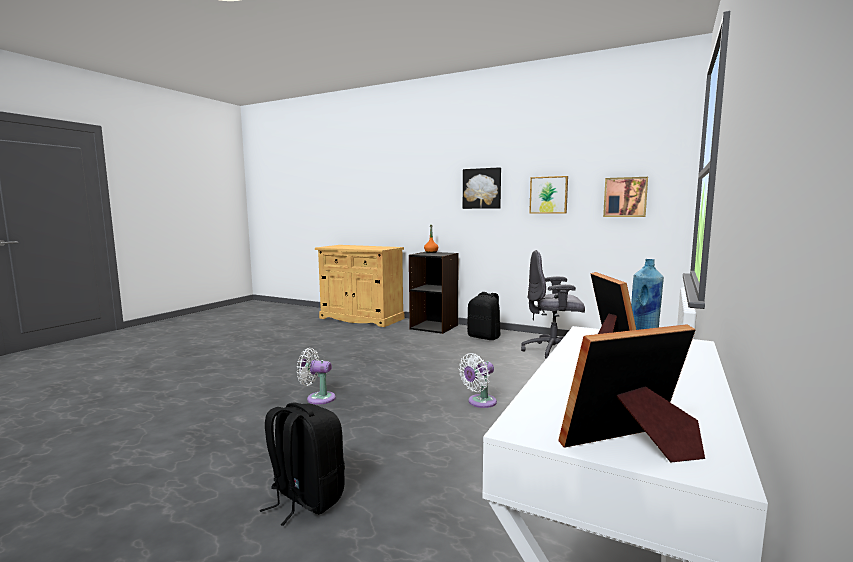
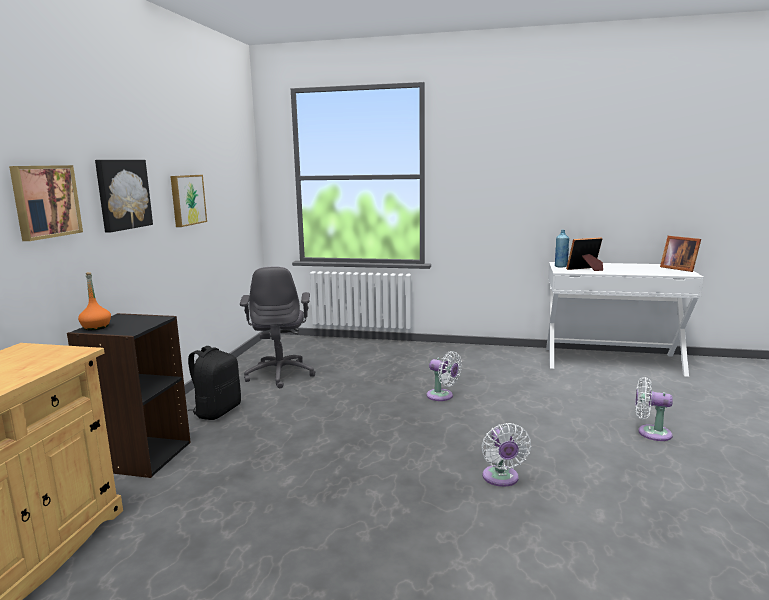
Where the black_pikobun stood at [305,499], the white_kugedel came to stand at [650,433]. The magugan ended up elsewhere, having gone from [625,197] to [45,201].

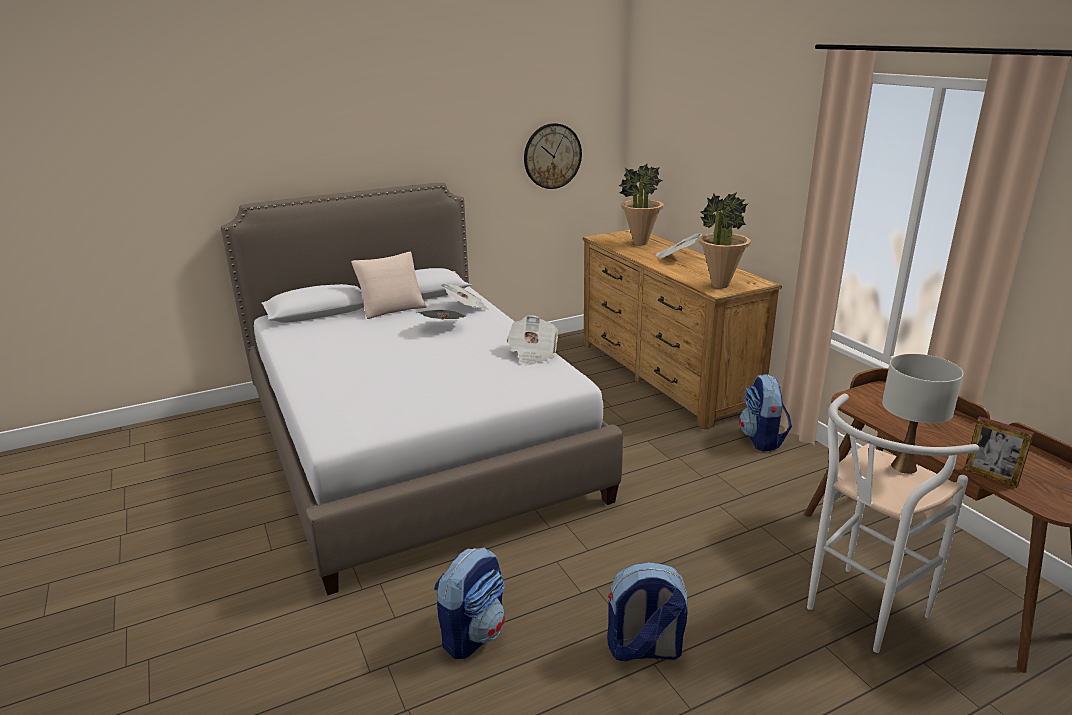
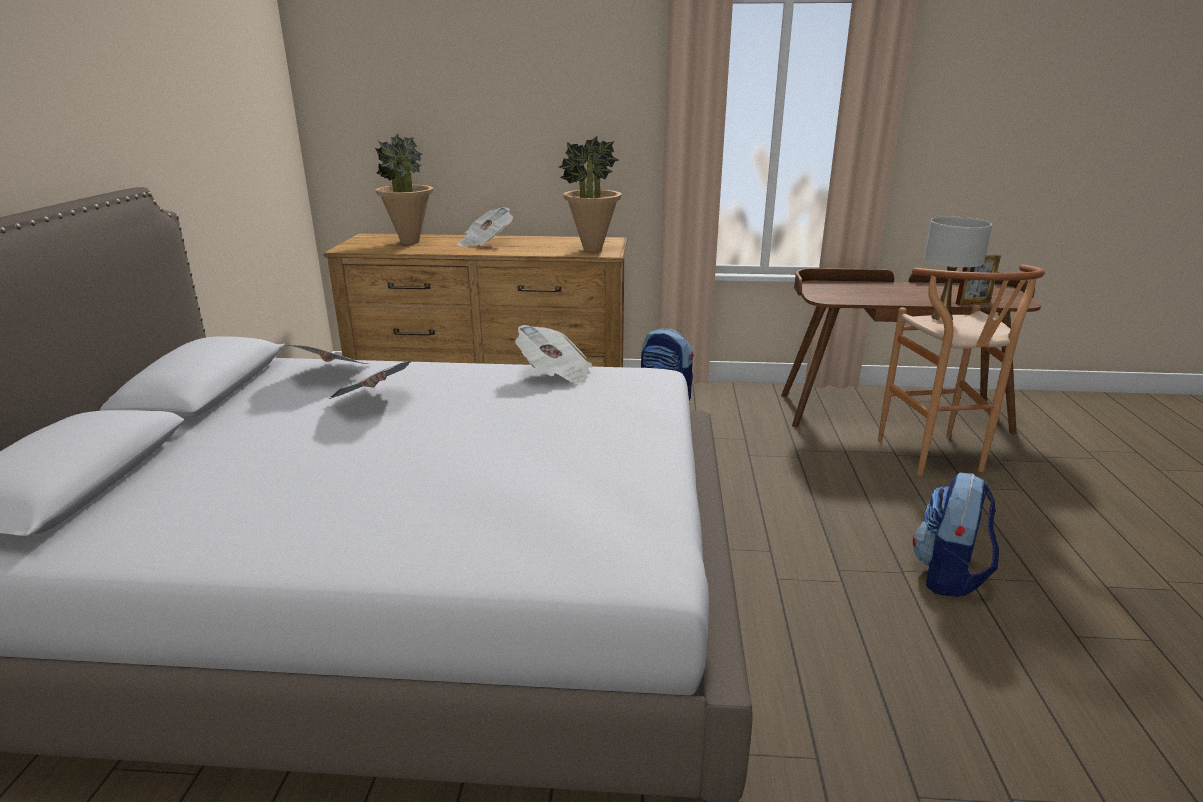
The second view lost the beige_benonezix at [392,308]. The second view lost the pikobun at [473,634]. The second view lost the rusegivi at [552,156]. What was the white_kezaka at [858,615] turned into the brown_kezaka at [936,460].

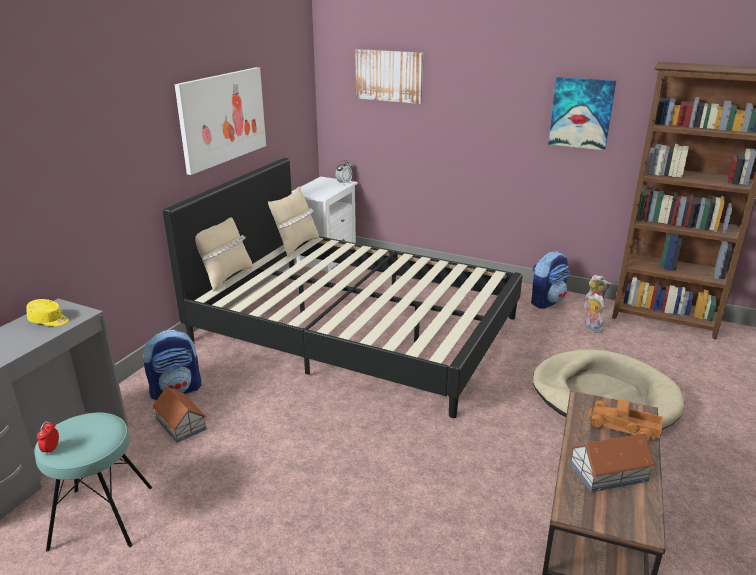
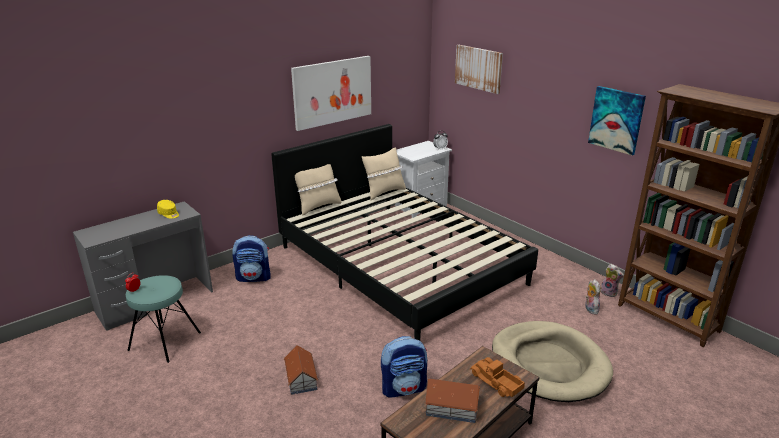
The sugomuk ended up elsewhere, having gone from [181,423] to [301,378]. The pikobun ended up elsewhere, having gone from [546,301] to [404,388].

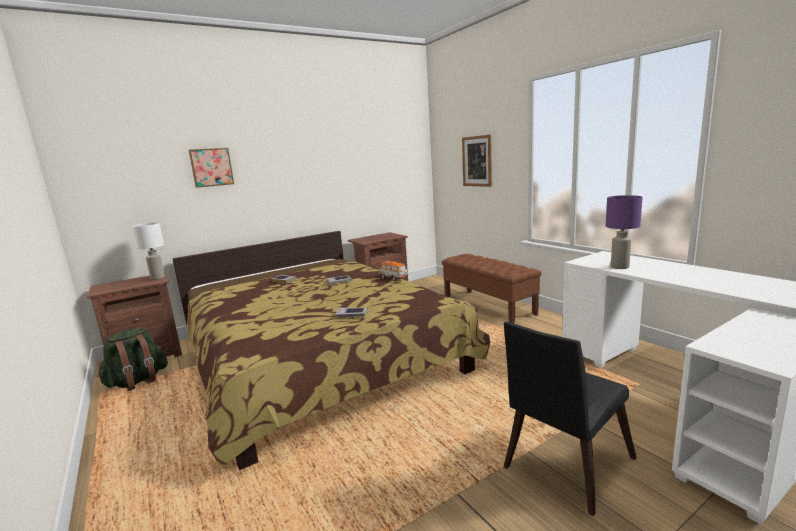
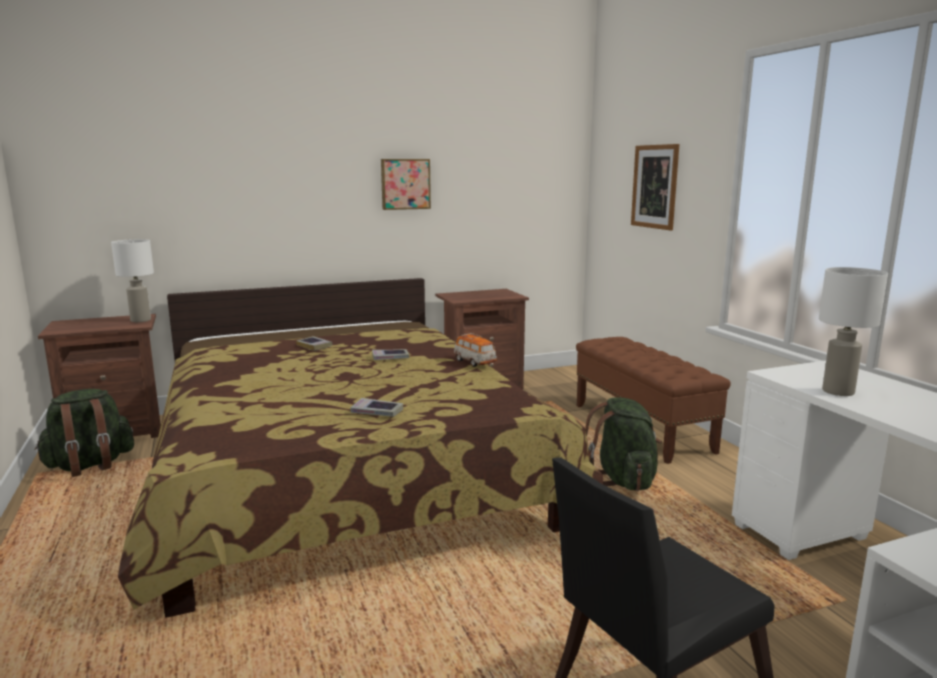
The magugan ended up elsewhere, having gone from [211,167] to [405,184]. What was the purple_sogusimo at [619,267] turned into the white_sogusimo at [838,391]. The second view gained the green_pikobun at [623,479].

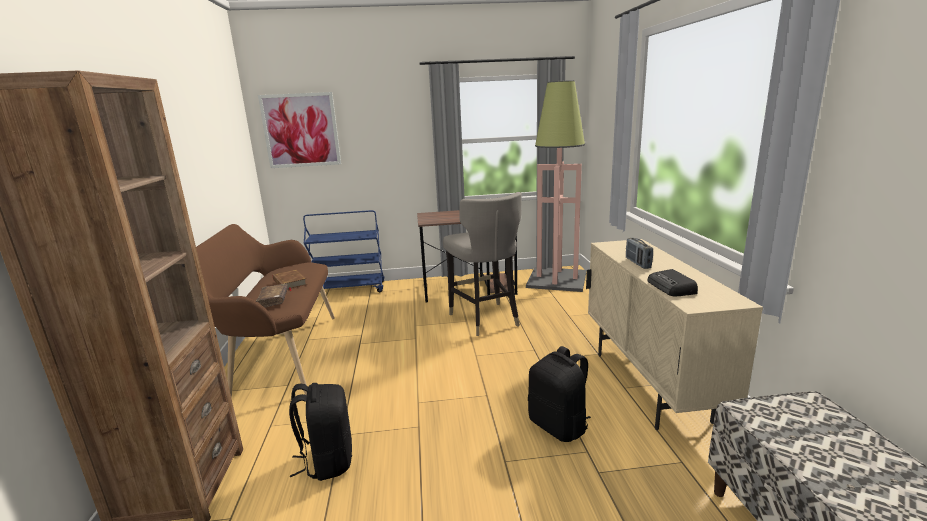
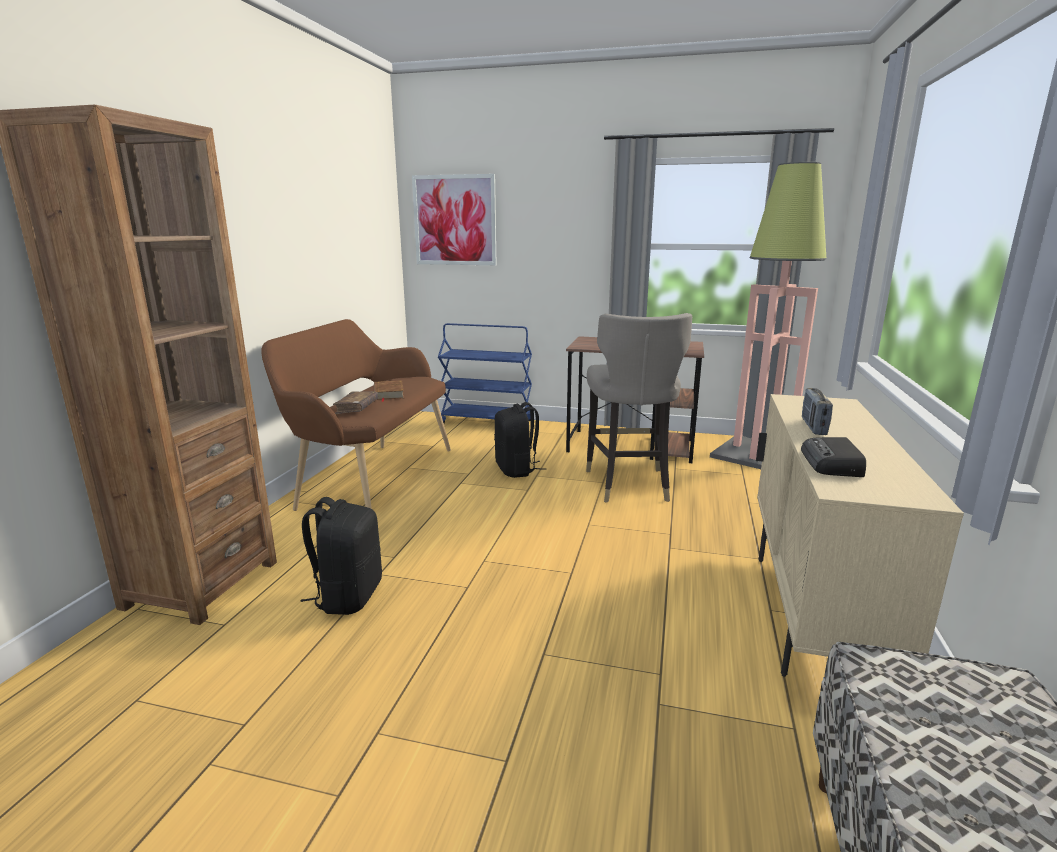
The black_pikobun ended up elsewhere, having gone from [559,426] to [517,470].

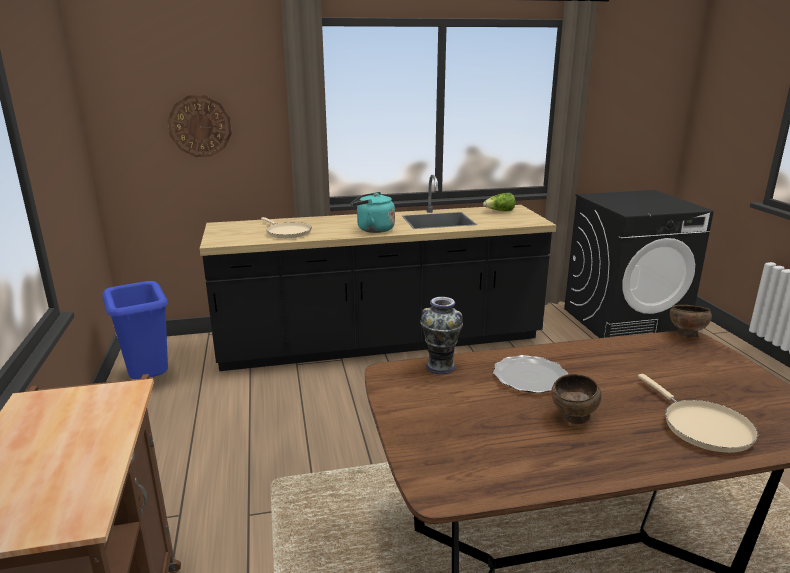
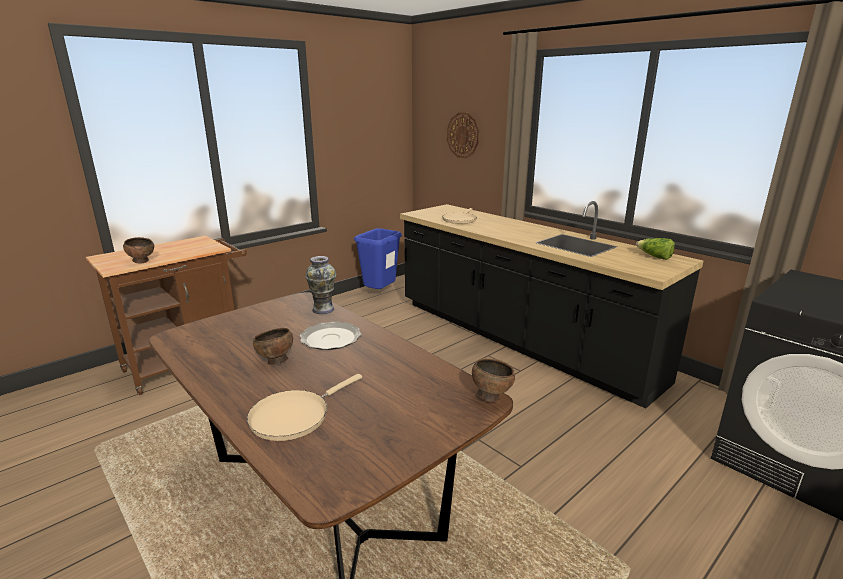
The second view lost the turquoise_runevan at [373,229]. The second view gained the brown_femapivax at [142,262].

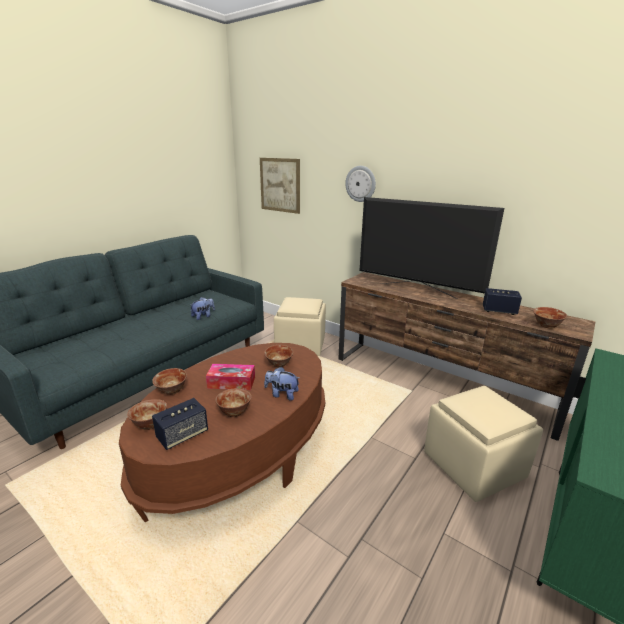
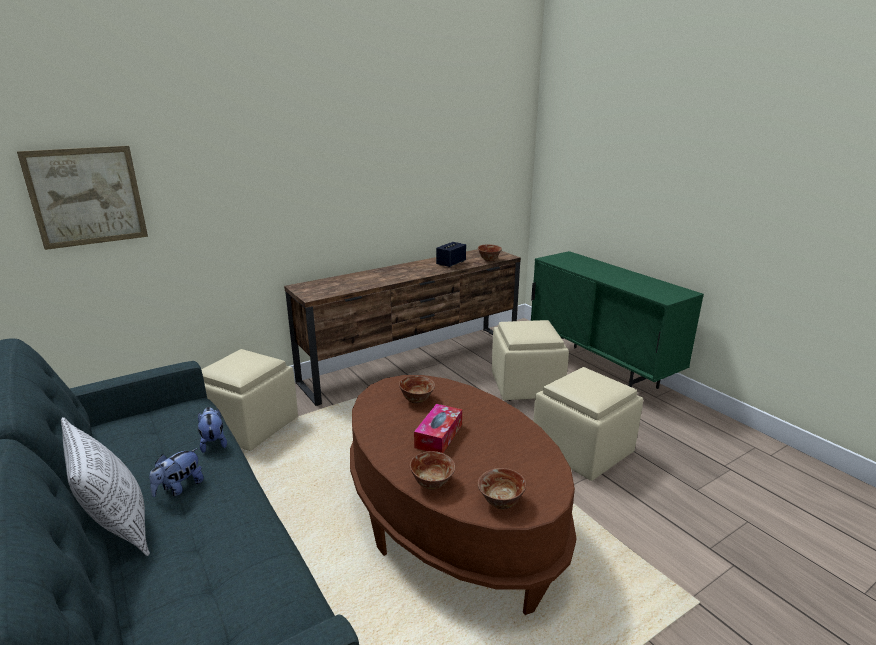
The second view lost the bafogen at [182,435]. The second view lost the femapivax at [234,412]. The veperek ended up elsewhere, having gone from [282,394] to [179,488]. The second view lost the rusegivi at [360,183]. The second view lost the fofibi at [417,290]. The second view gained the benonezix at [118,527]. The second view gained the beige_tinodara at [582,450].

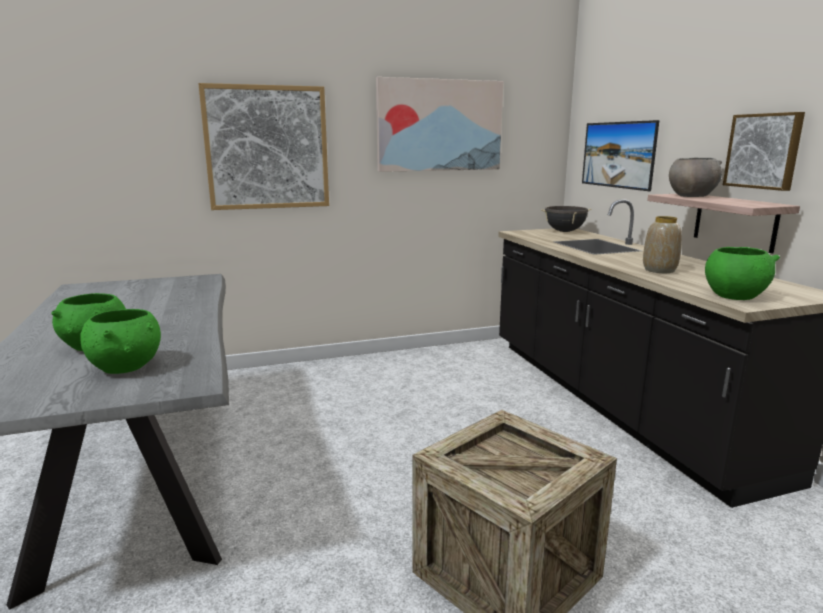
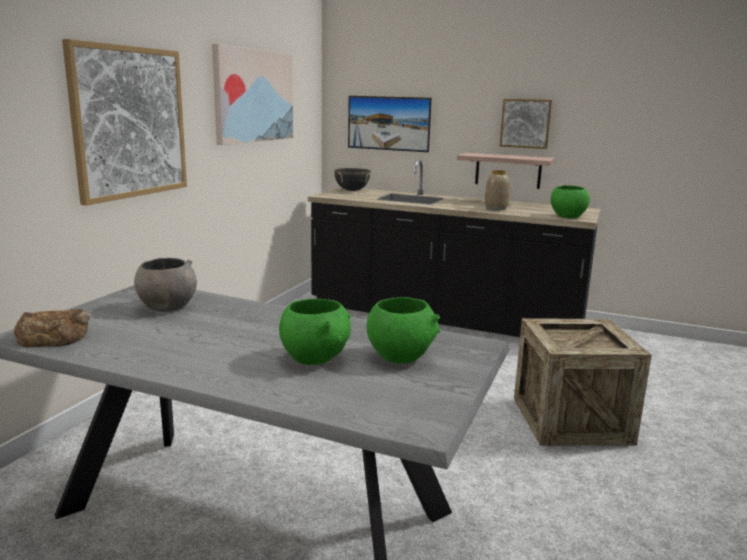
The grey_femapivax ended up elsewhere, having gone from [691,196] to [167,307]. The second view gained the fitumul at [53,336].

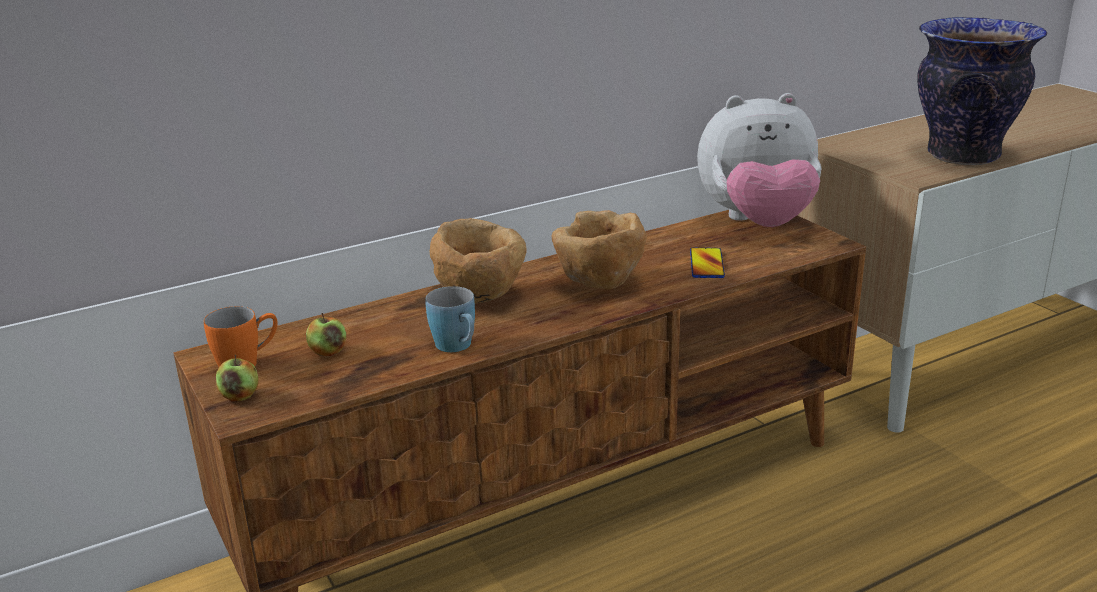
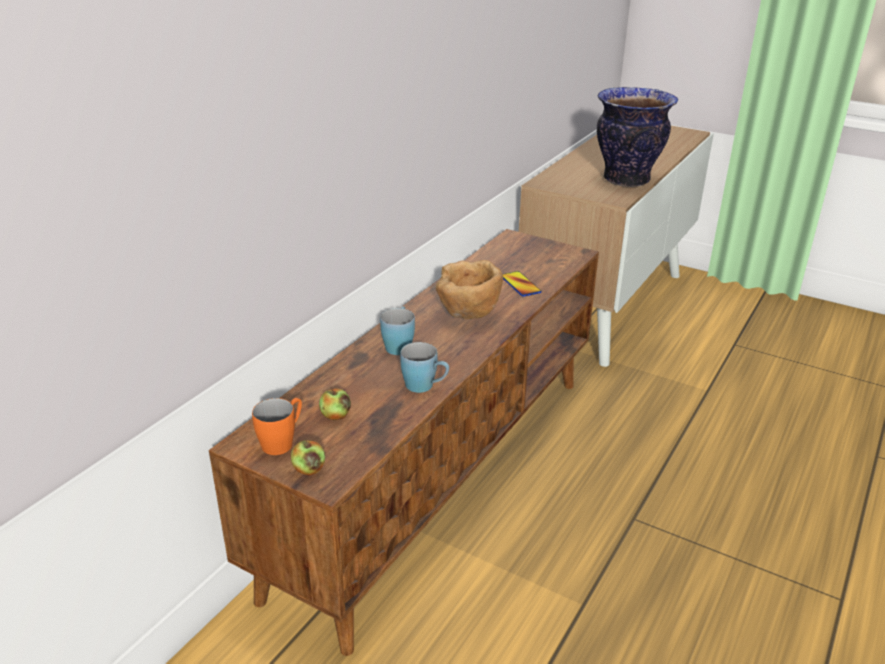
Where the brown_femapivax stood at [480,298], the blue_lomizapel came to stand at [399,344]. The second view lost the veperek at [757,223].

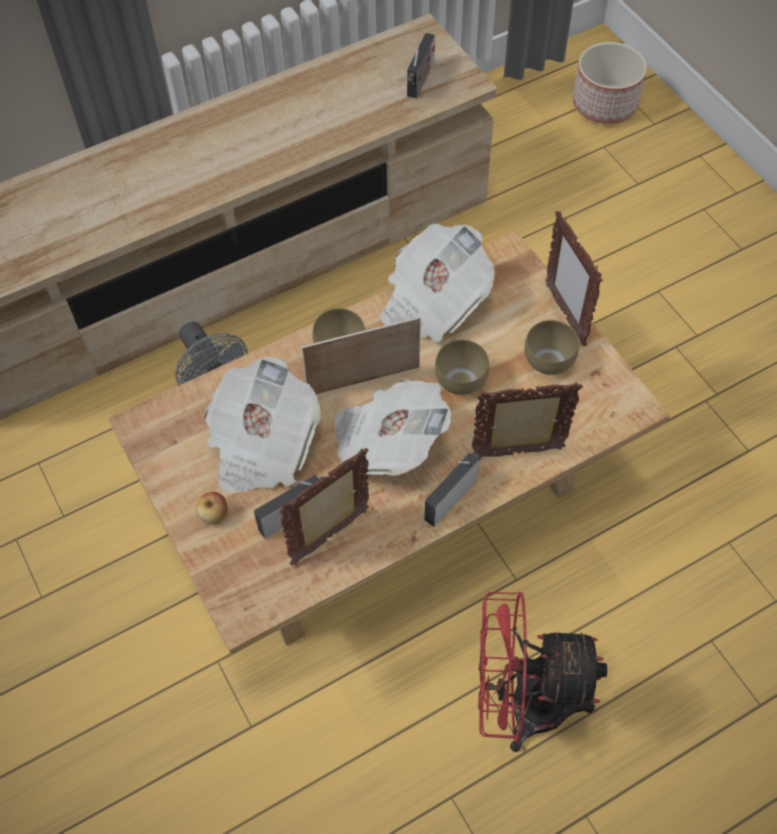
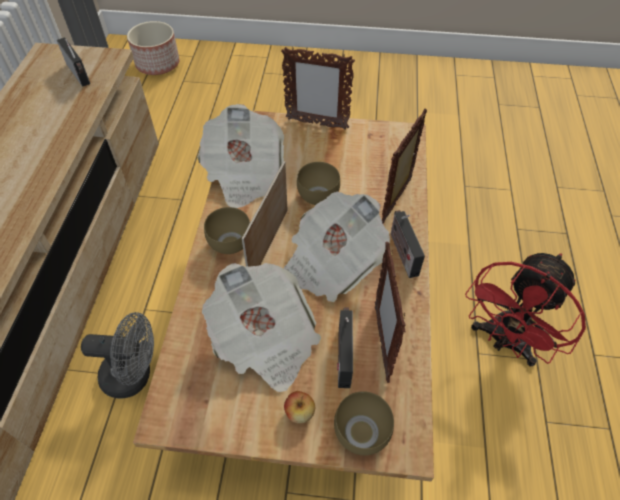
The brown_femapivax ended up elsewhere, having gone from [546,362] to [361,434].

